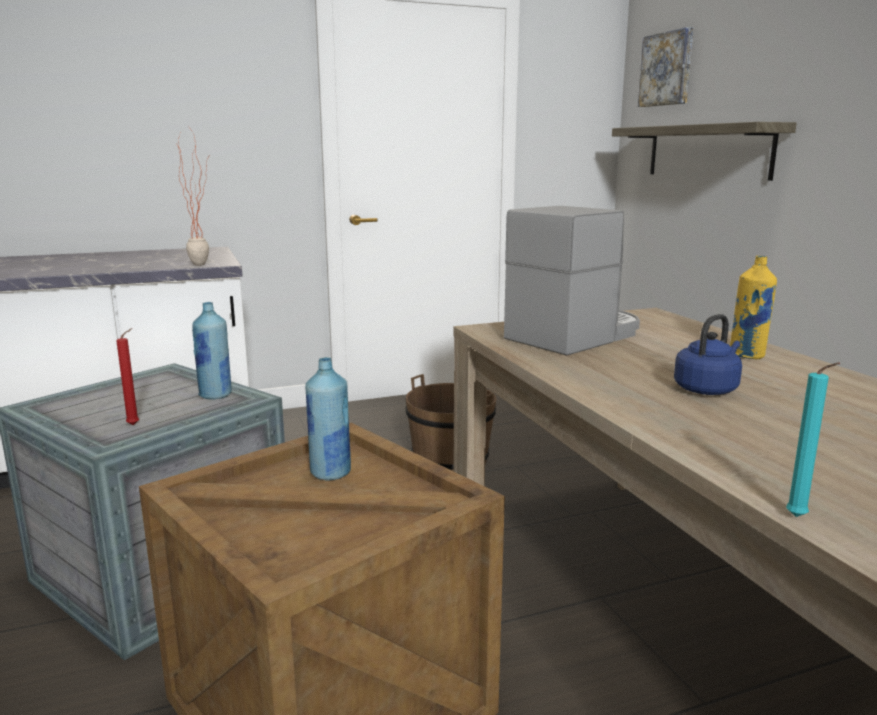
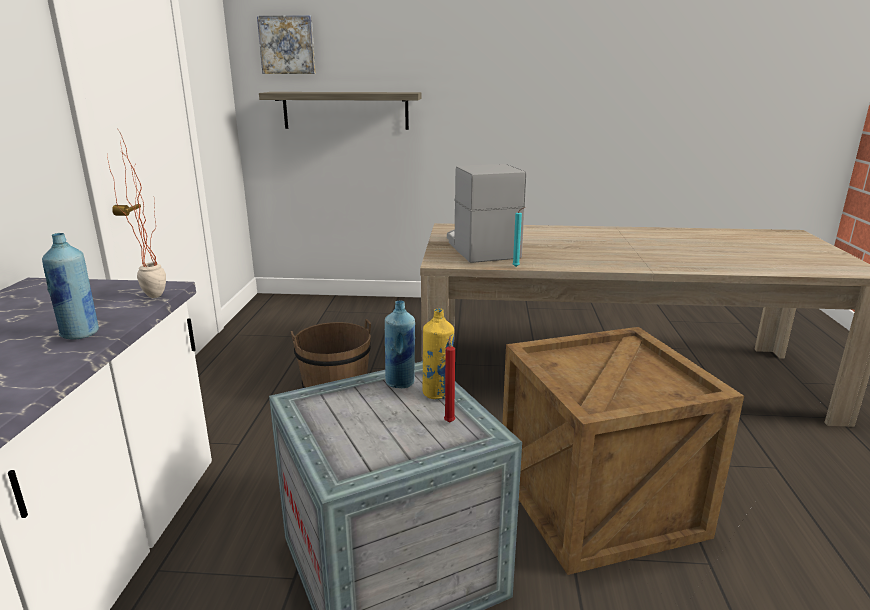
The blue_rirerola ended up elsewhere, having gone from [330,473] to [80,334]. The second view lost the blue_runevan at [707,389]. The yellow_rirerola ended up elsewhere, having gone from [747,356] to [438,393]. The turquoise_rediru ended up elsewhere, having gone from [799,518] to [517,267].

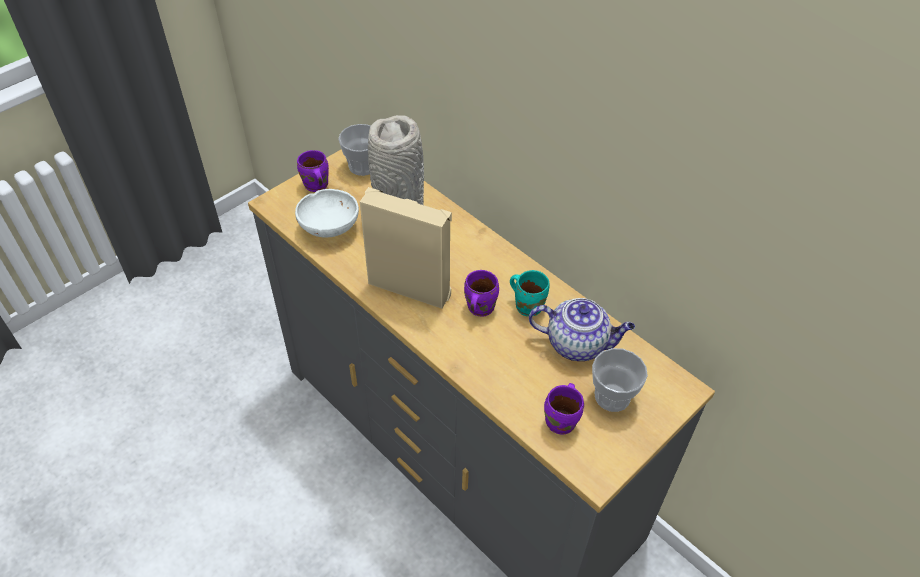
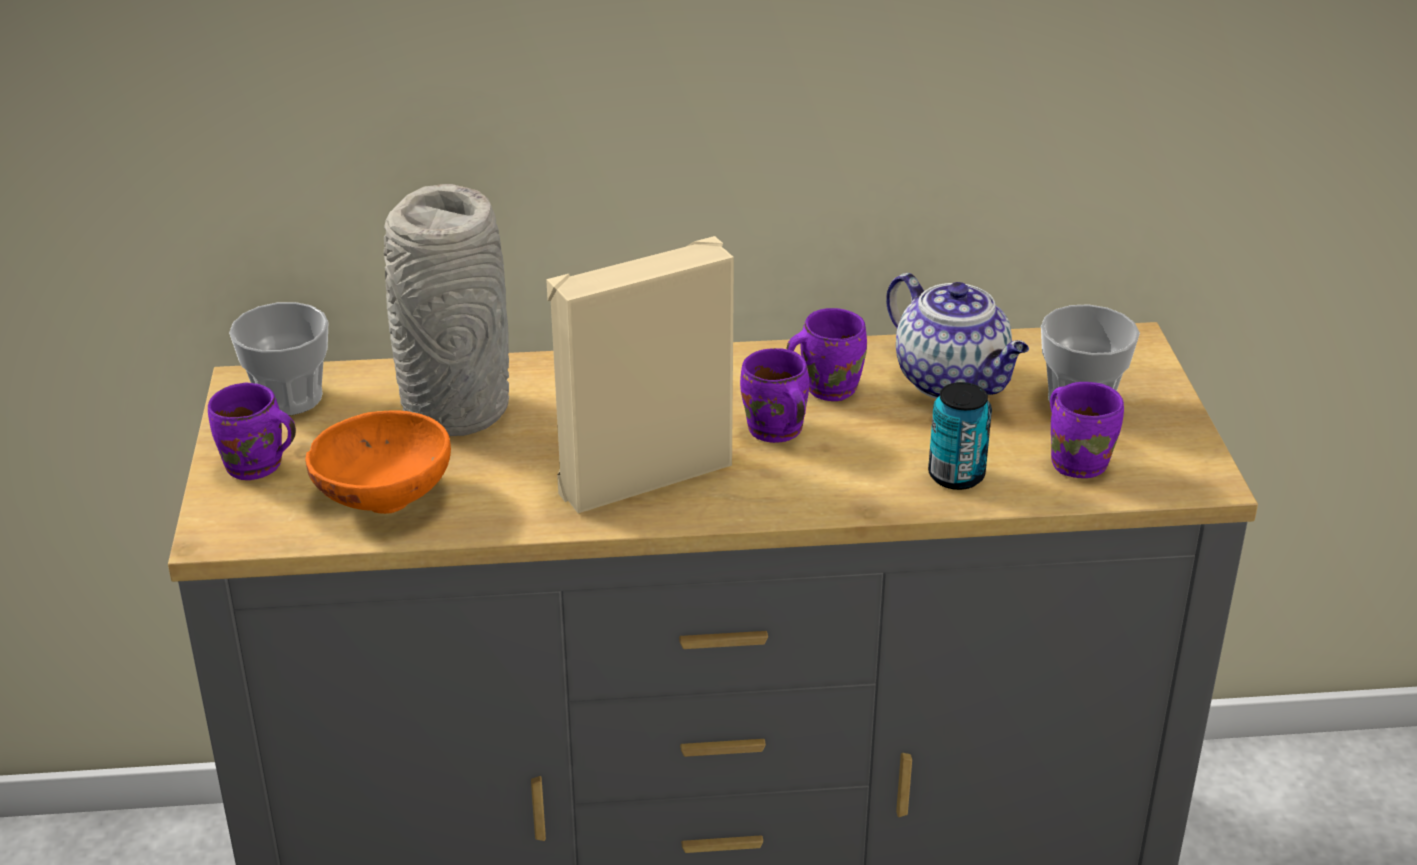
What was the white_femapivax at [330,227] turned into the orange_femapivax at [382,496]. What was the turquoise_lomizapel at [528,305] turned into the purple_lomizapel at [826,387]. The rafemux at [578,344] ended up facing another way, 90 degrees clockwise from before. The second view gained the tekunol at [956,476].

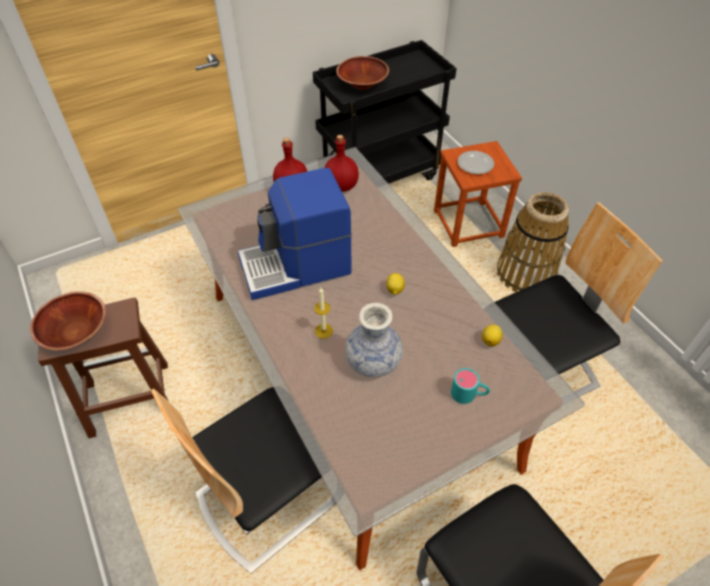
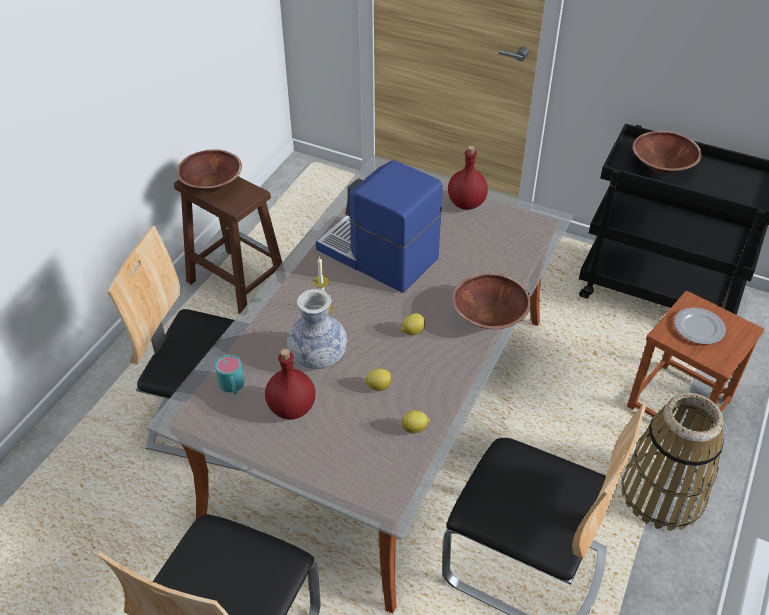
The red_rirerola ended up elsewhere, having gone from [340,186] to [291,407]. The turquoise_lomizapel ended up elsewhere, having gone from [469,394] to [232,387]. The second view gained the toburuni at [378,386]. The second view gained the brown_femapivax at [490,316].

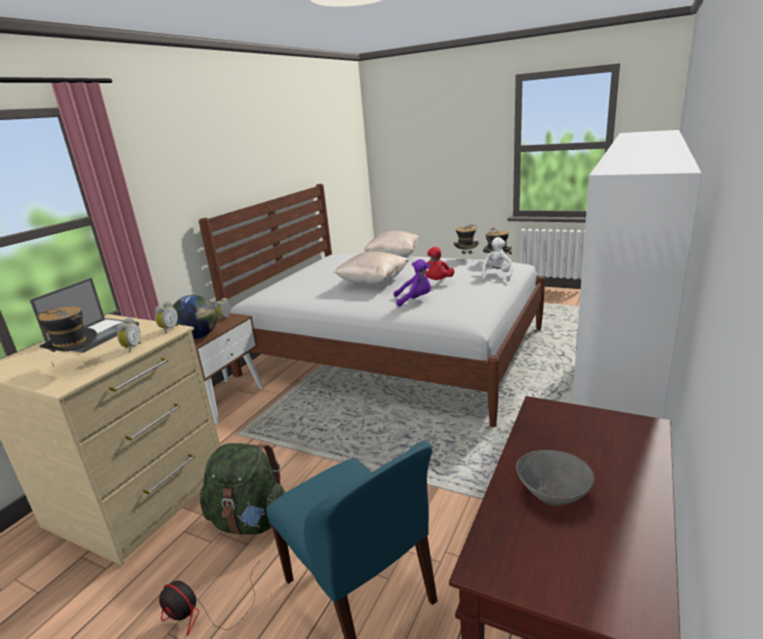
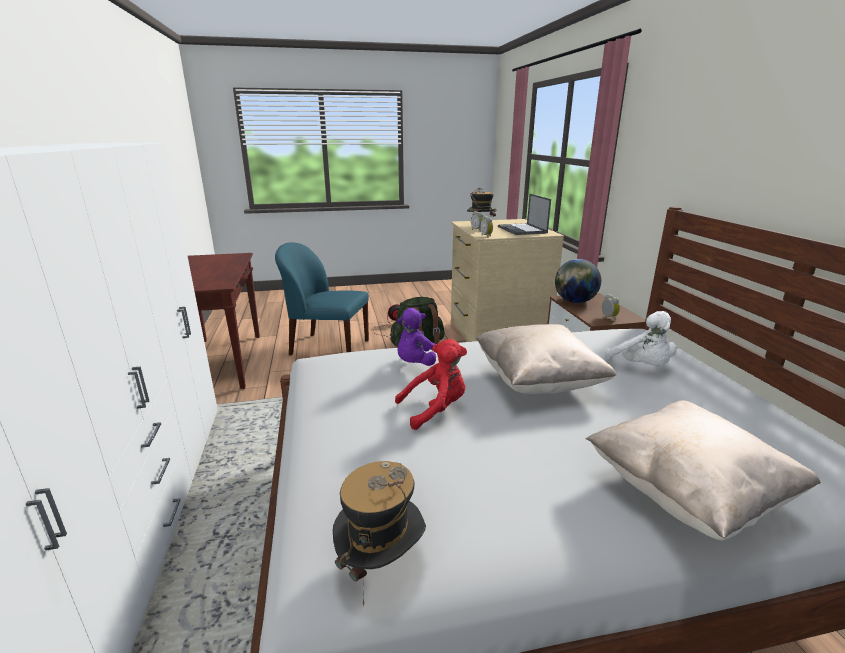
The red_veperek at [436,282] ended up facing another way, 105 degrees clockwise from before. The second view lost the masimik at [466,258]. The white_veperek ended up elsewhere, having gone from [496,276] to [642,366]. The second view lost the grey_femapivax at [552,495].

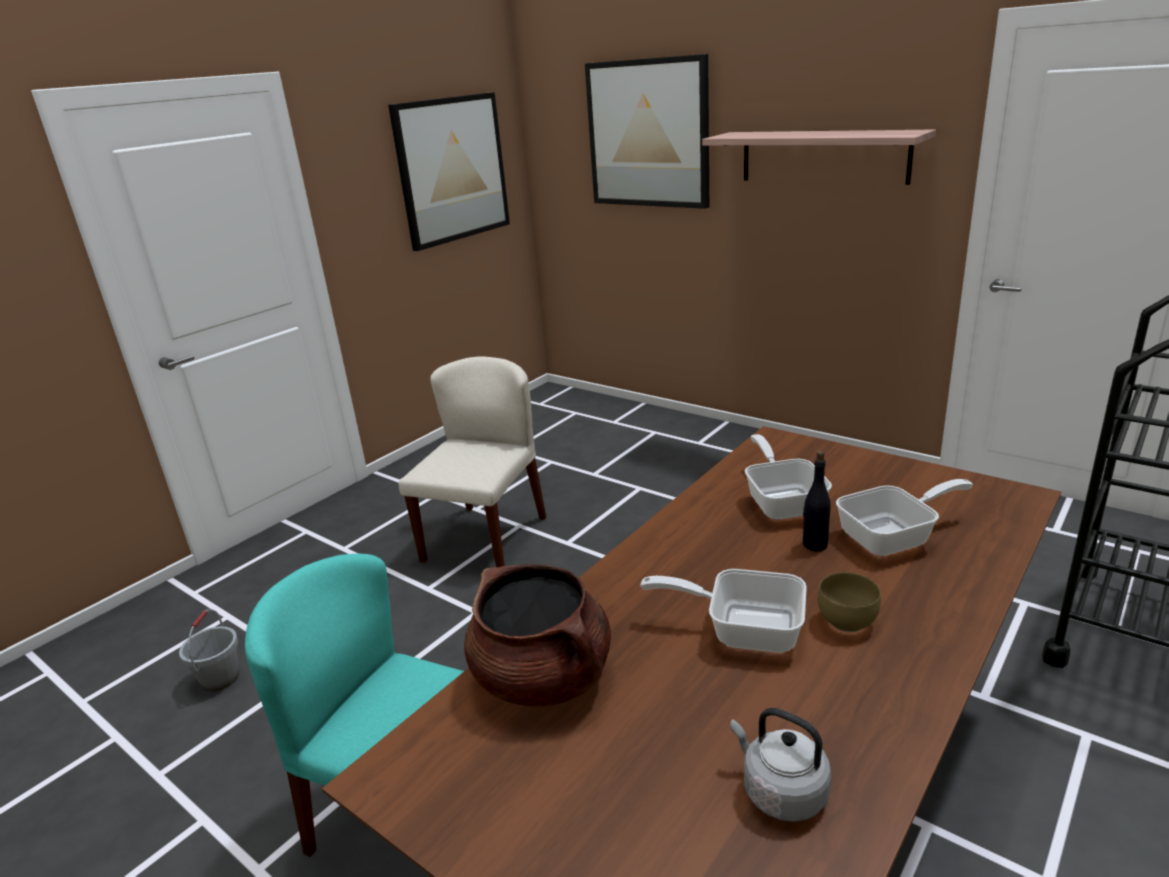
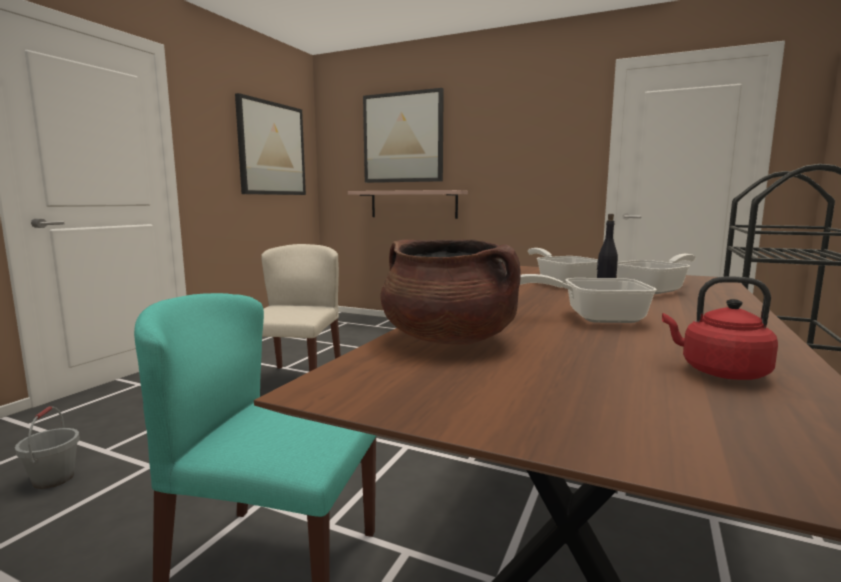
The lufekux ended up elsewhere, having gone from [823,156] to [413,204]. What was the grey_runevan at [780,792] turned into the red_runevan at [719,372]. The second view lost the brown_femapivax at [848,623].

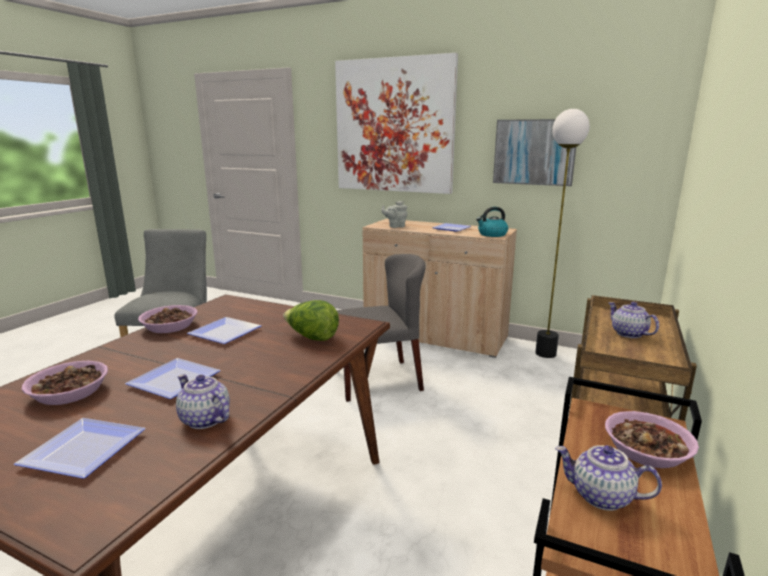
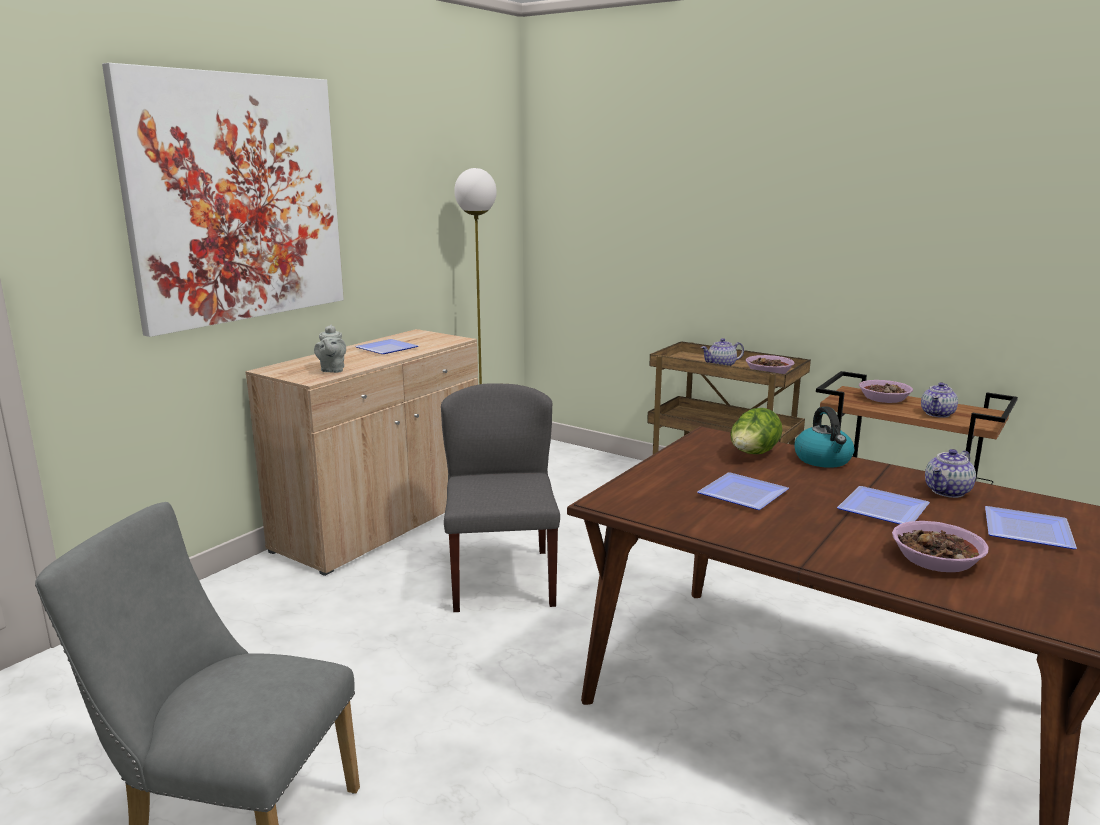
The femapivax ended up elsewhere, having gone from [169,326] to [768,372]. The runevan ended up elsewhere, having gone from [492,234] to [823,460]. The second view lost the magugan at [534,152].

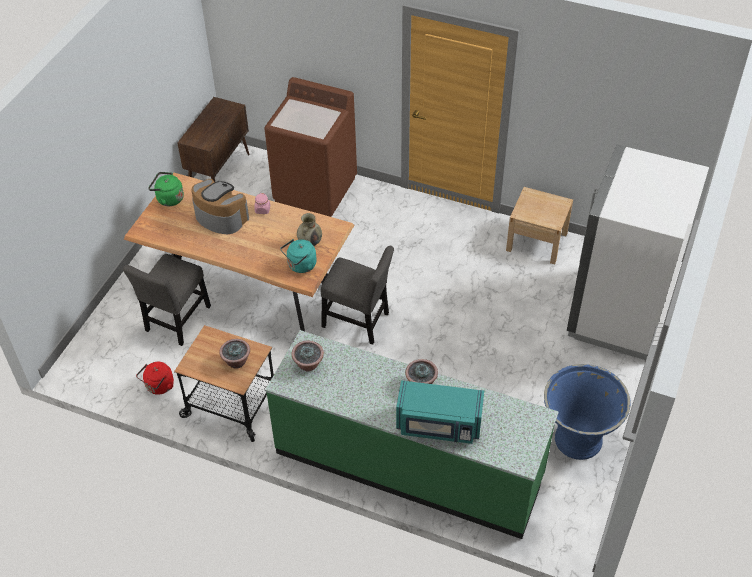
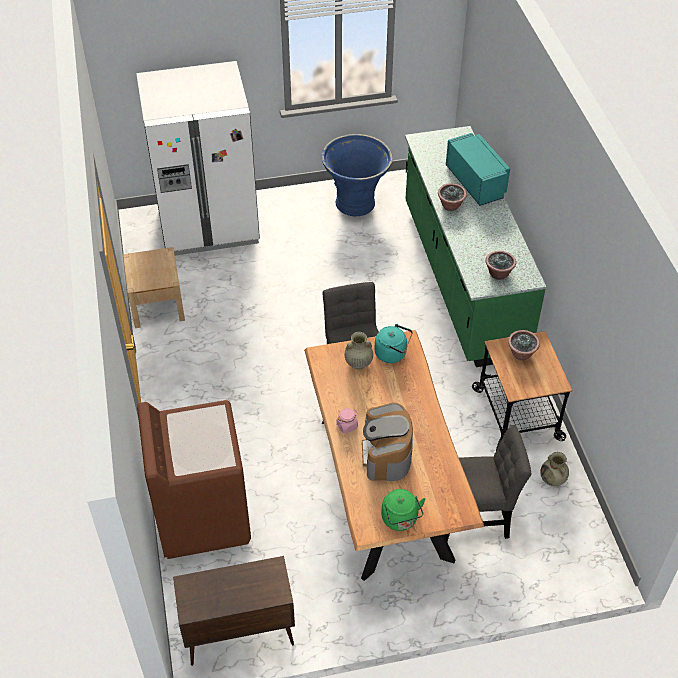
Where the red_runevan stood at [159,387], the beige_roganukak came to stand at [552,480].

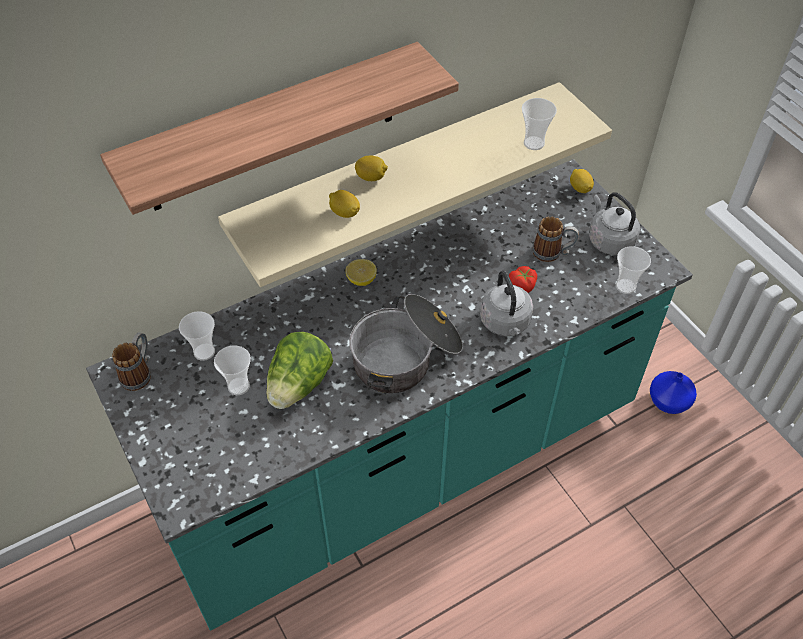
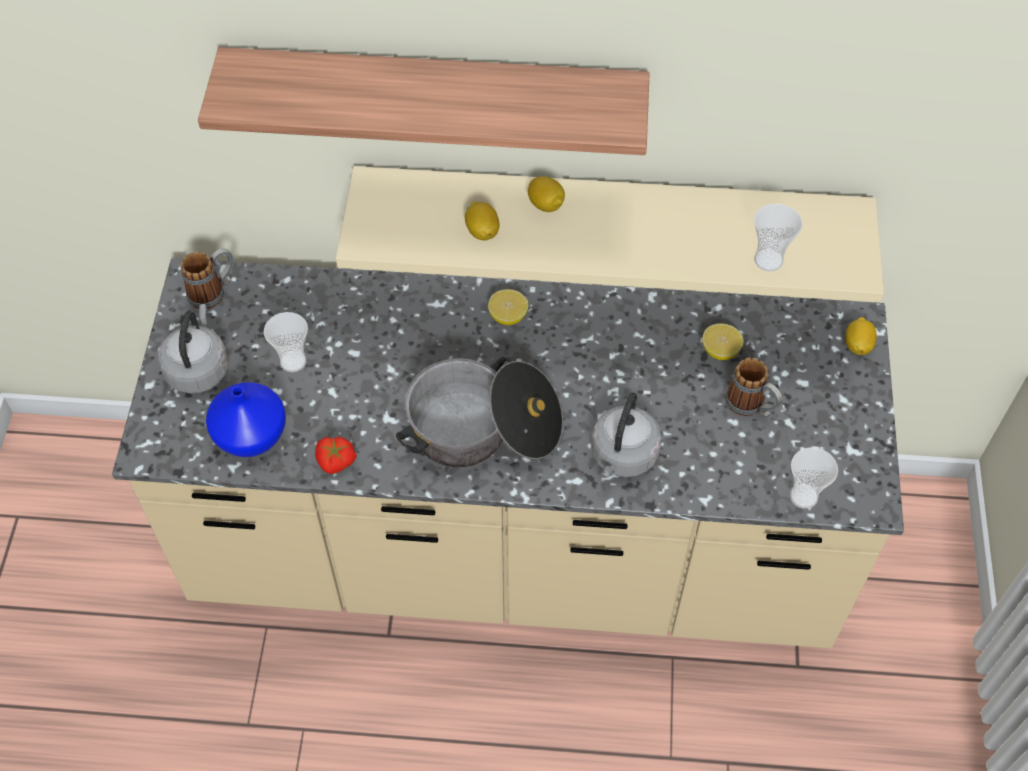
What was the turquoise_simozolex at [401,461] turned into the beige_simozolex at [514,551]. The second view lost the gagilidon at [204,352]. The second view lost the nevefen at [299,385]. The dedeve ended up elsewhere, having gone from [522,286] to [336,462]. The grey_runevan ended up elsewhere, having gone from [609,240] to [198,368]. The blue_roganukak ended up elsewhere, having gone from [668,402] to [249,435]. The second view gained the toburuni at [720,350].

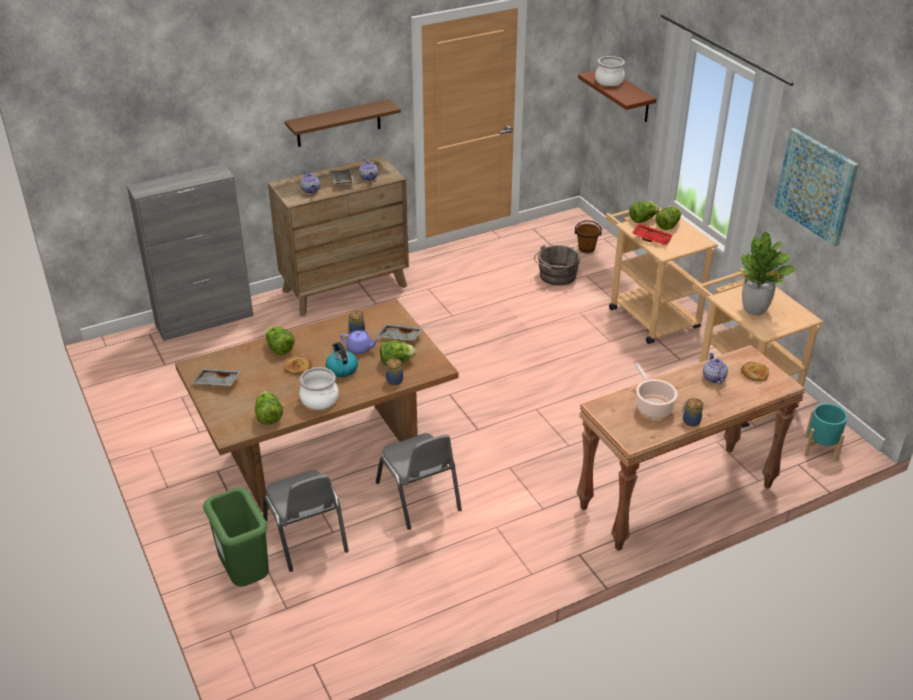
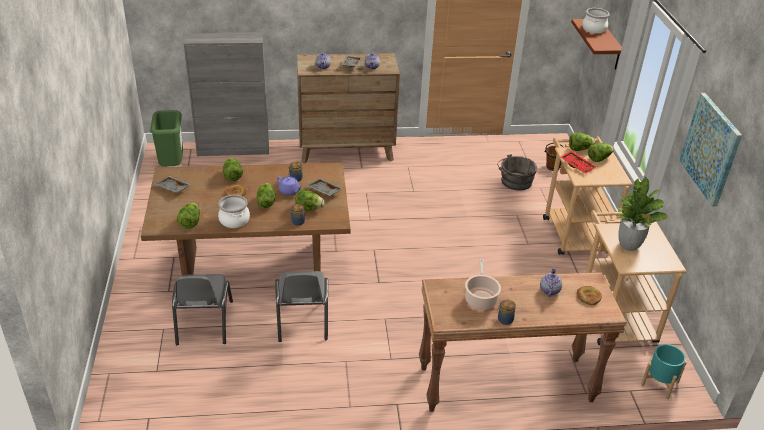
The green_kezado ended up elsewhere, having gone from [246,576] to [172,166]. The second view lost the brown_lufekux at [338,123]. Where the runevan stood at [341,369], the nevefen came to stand at [266,202].

